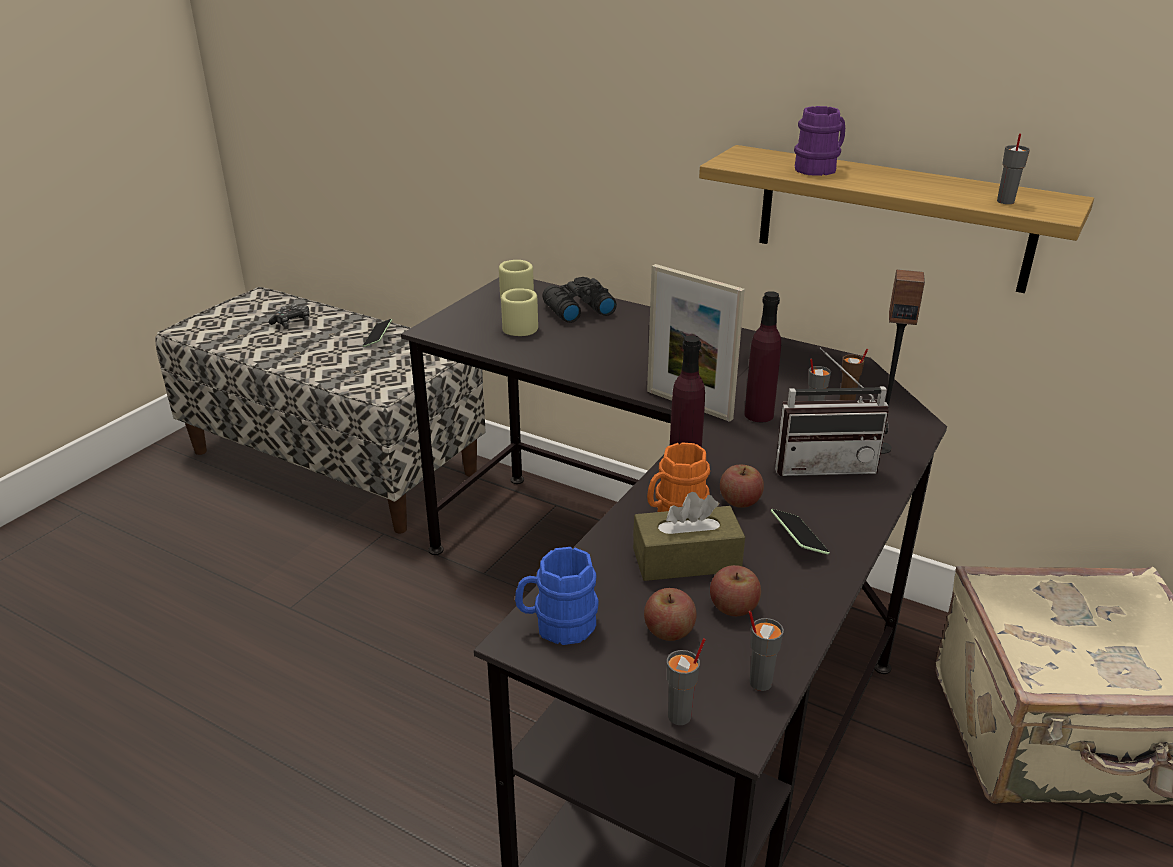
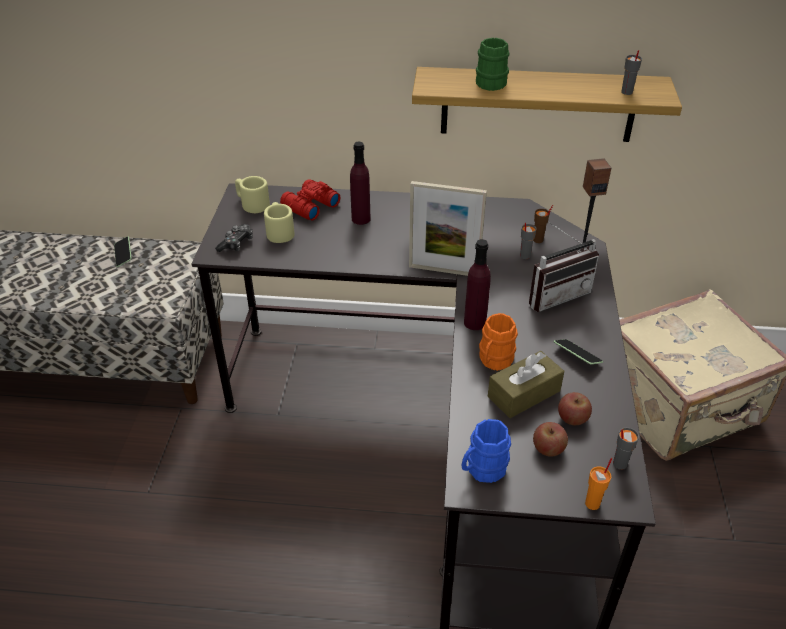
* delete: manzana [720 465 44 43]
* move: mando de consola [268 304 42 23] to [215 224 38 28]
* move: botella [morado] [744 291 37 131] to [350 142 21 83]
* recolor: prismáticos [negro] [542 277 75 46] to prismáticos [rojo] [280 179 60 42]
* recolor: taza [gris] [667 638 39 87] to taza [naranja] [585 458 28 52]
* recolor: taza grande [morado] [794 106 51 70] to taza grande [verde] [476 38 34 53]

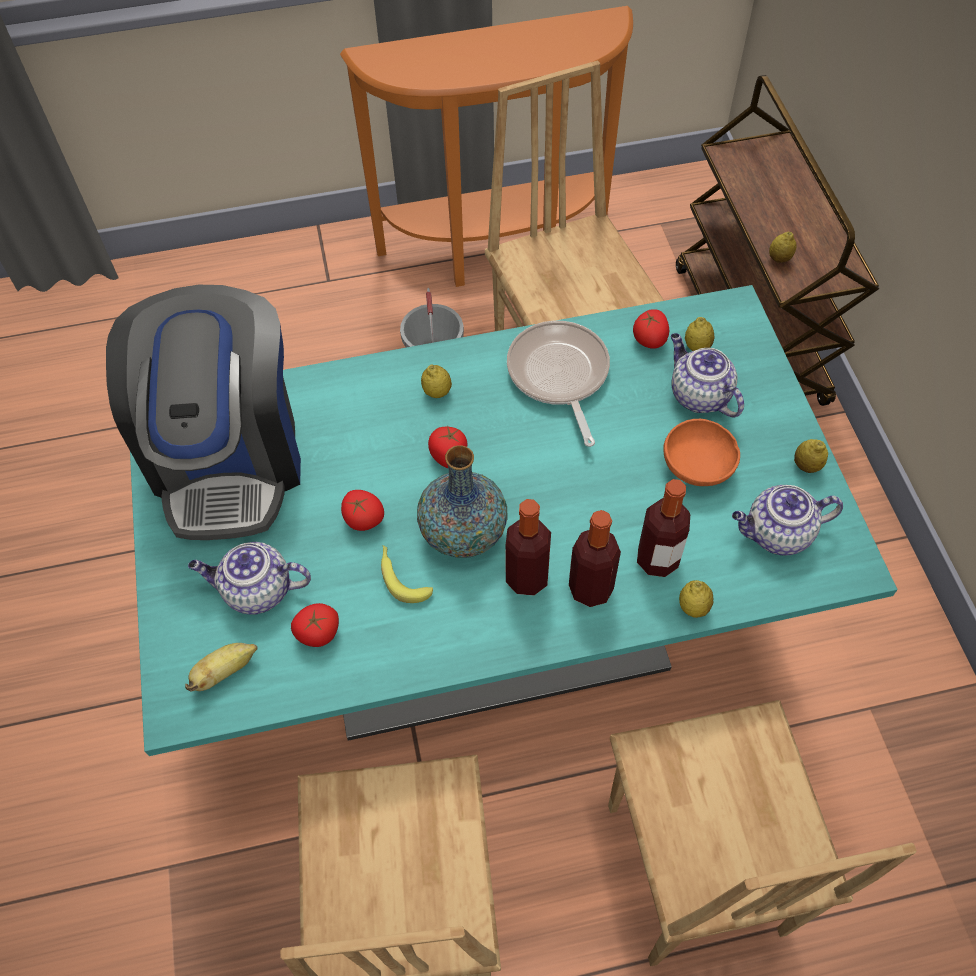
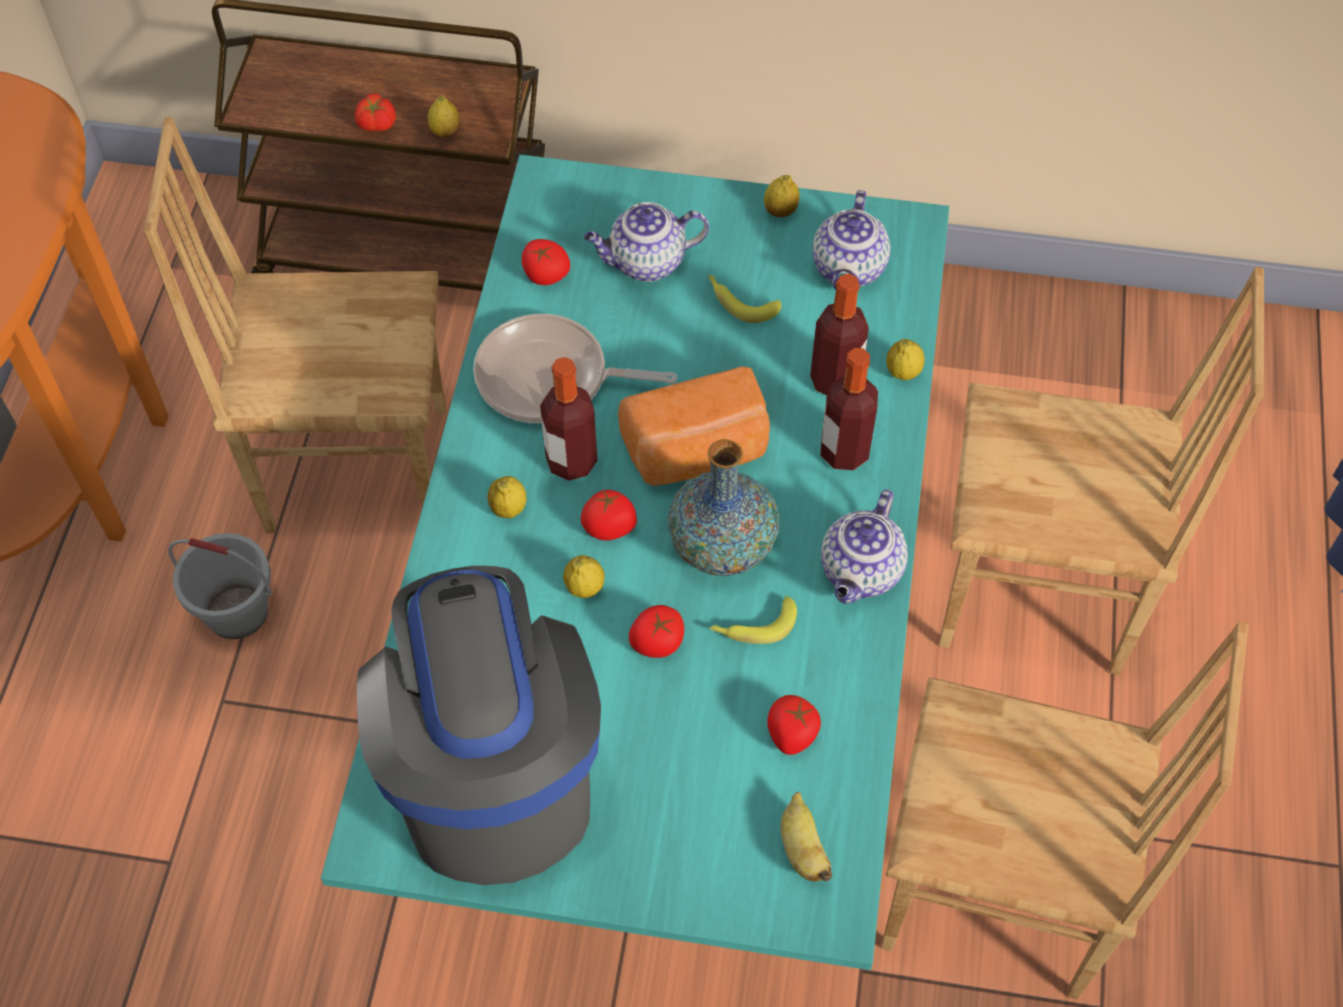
* insert: tomate [355 93 41 38]
* insert: pan [618 366 152 120]
* move: tetera [188 542 123 73] to [821 489 87 115]
* move: botella [505 499 46 97] to [540 357 57 124]
* move: limón [685 317 29 34] to [563 555 42 43]
* replace: cuenco [naranja] [663 419 77 67] to plátano [708 275 73 48]
* rotate: cafetera [106 285 195 255] = [357 566 244 319] 120 degrees counterclockwise

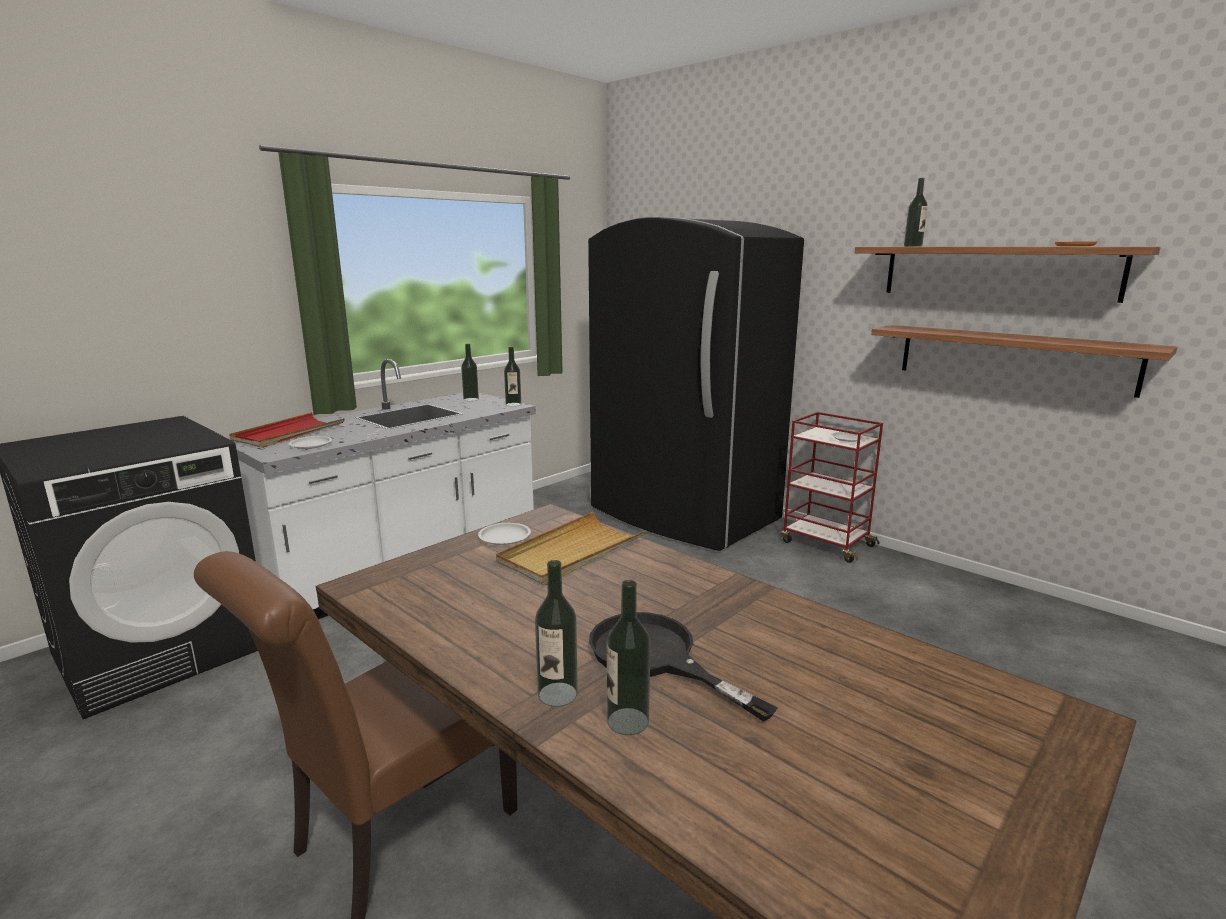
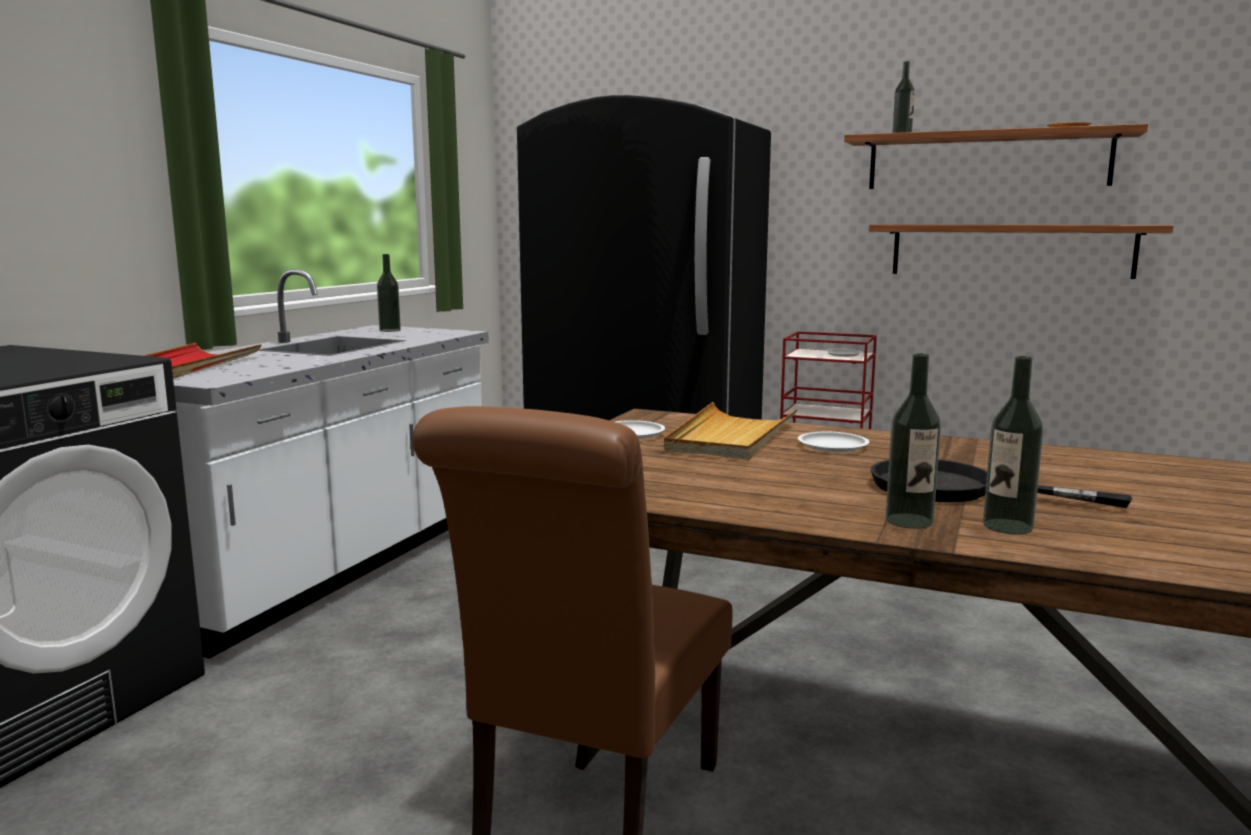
* delete: botella [504 347 17 59]
* move: plato [blanco] [289 436 43 13] to [798 431 71 21]

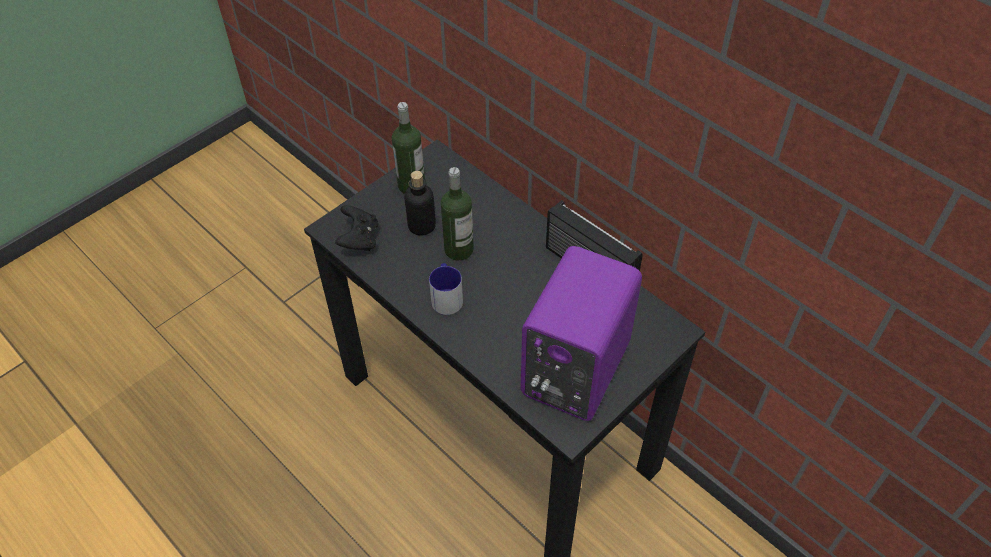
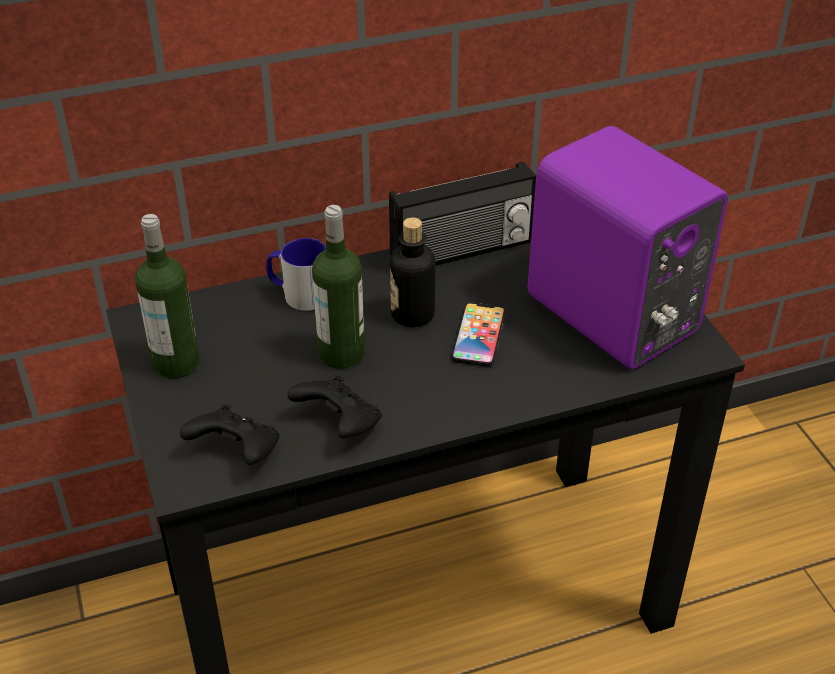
* insert: mando de consola [negro] [288 376 94 63]
* insert: móvil [451 302 55 65]
* move: botella [404 171 32 65] to [390 217 45 110]
* move: taza grande [429 263 34 52] to [266 238 60 73]

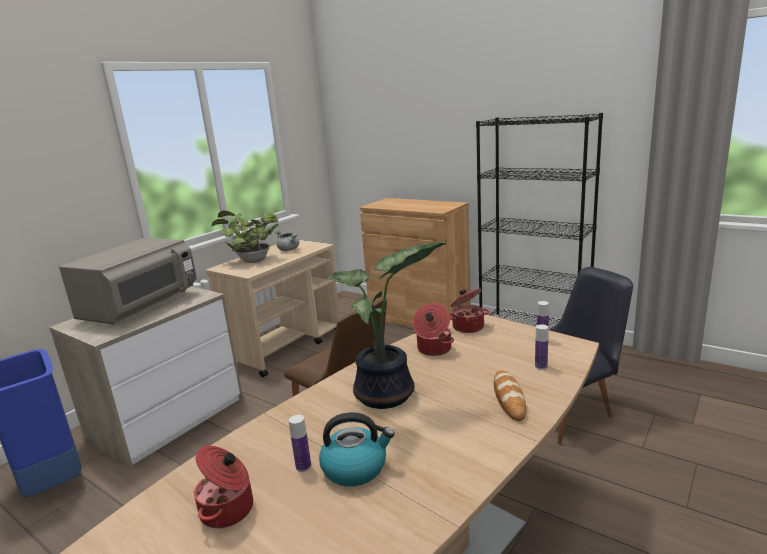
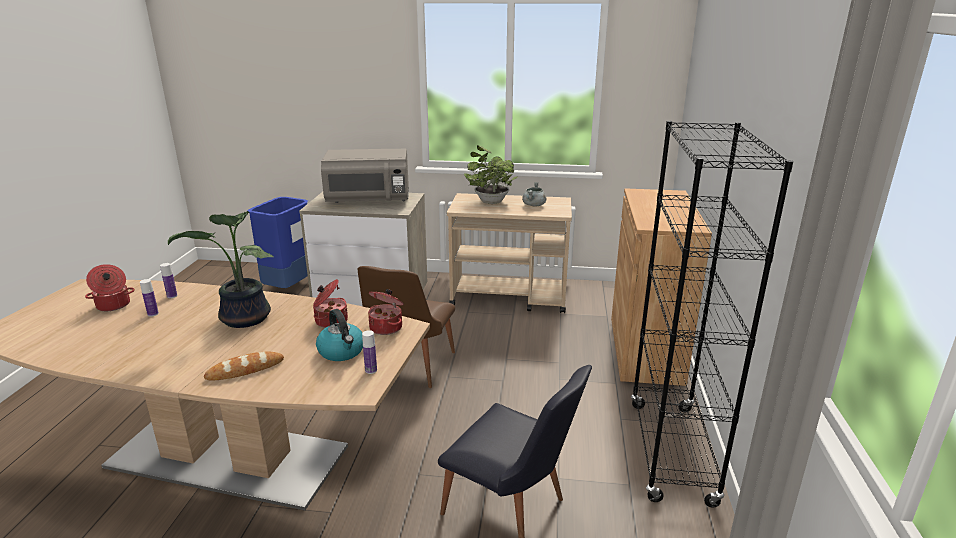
* move: hervidor [319 412 75 74] to [316 309 47 52]
* move: botella [535 324 13 45] to [160 263 17 35]

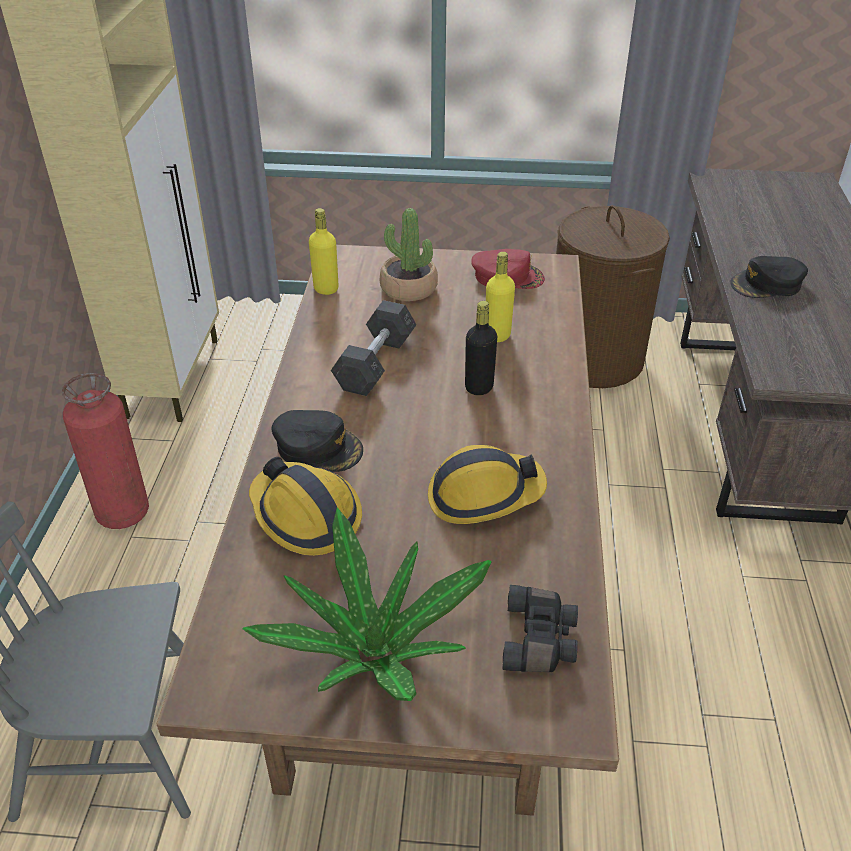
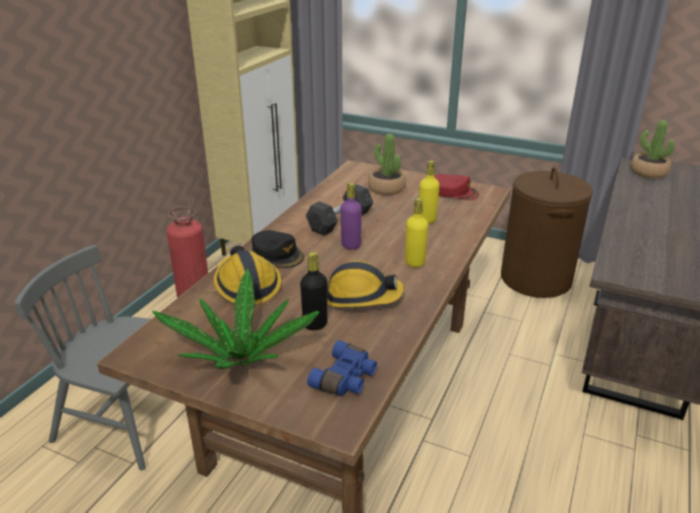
* delete: gorra [negro] [731 256 77 42]
* insert: botella [morado] [340 183 22 67]
* insert: planta en maceta [631 120 44 58]
* move: botella [amarillo] [309 208 29 87] to [405 198 23 70]
* move: botella [negro] [465 301 32 94] to [300 252 28 78]
* recolor: prismáticos [negro] [502 585 76 87] to prismáticos [azul] [307 340 70 56]

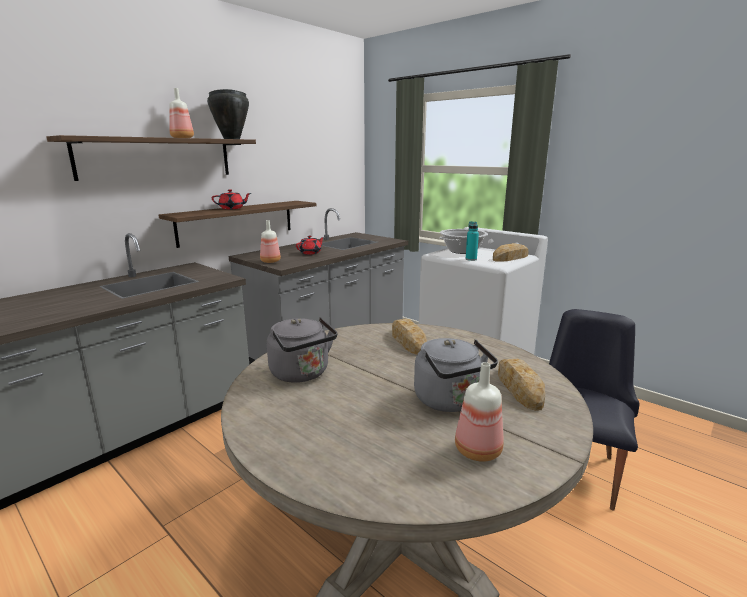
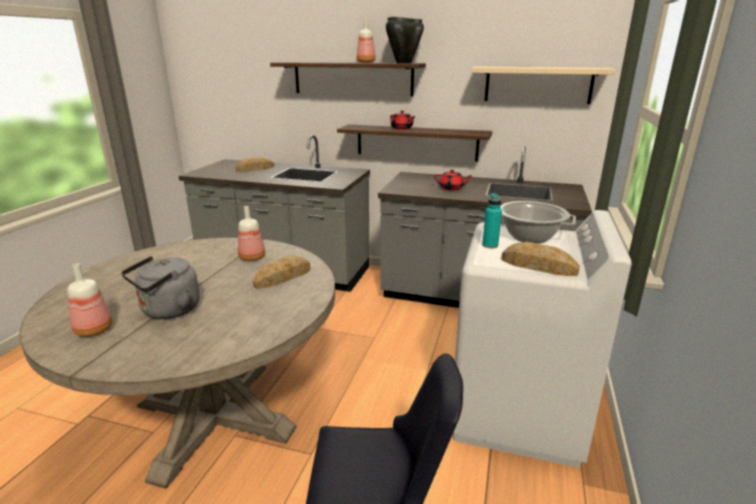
* delete: hervidor [gris] [267 317 70 66]
* insert: estante [beis] [471 66 145 38]
* move: botella [260 220 21 43] to [238 206 27 55]
* move: pan [498 359 47 52] to [236 157 38 15]

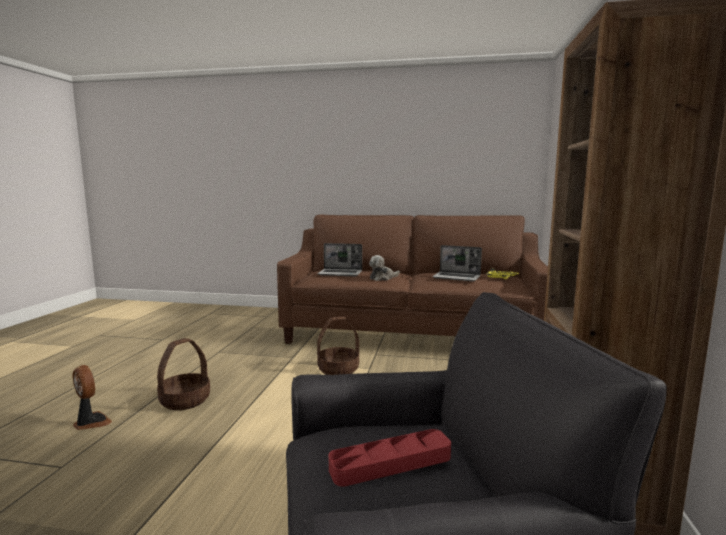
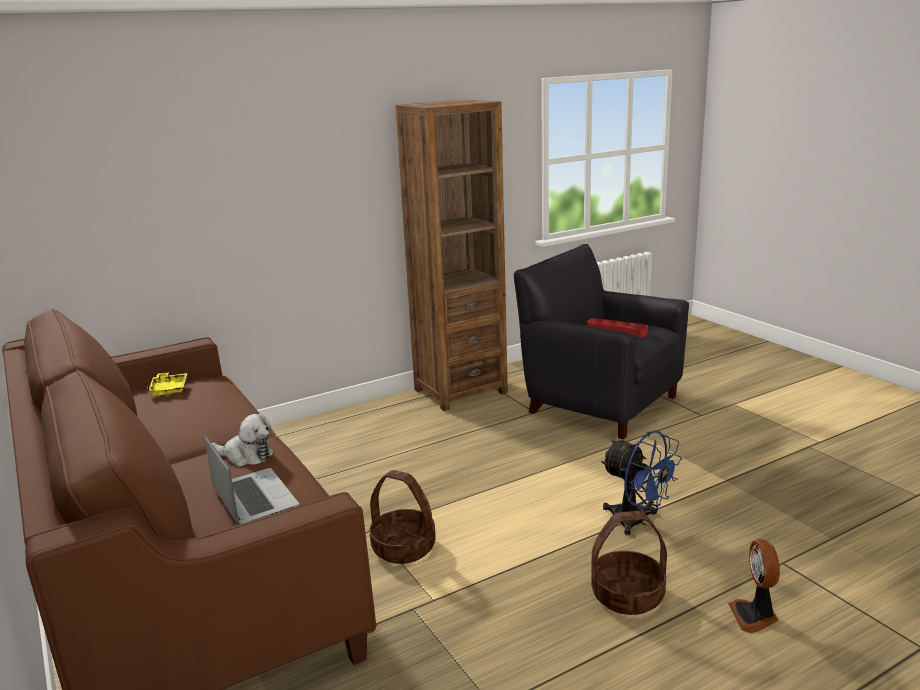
* delete: portátil [433 245 49 37]
* insert: ventilador [azul] [601 430 81 105]

